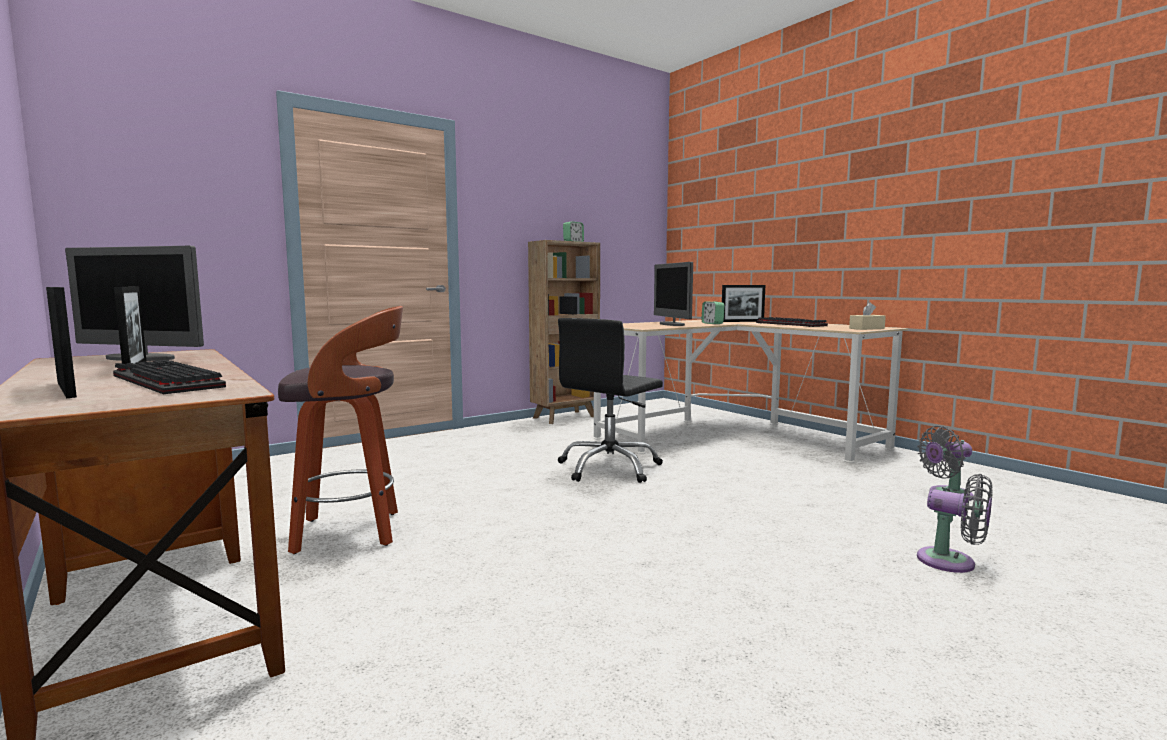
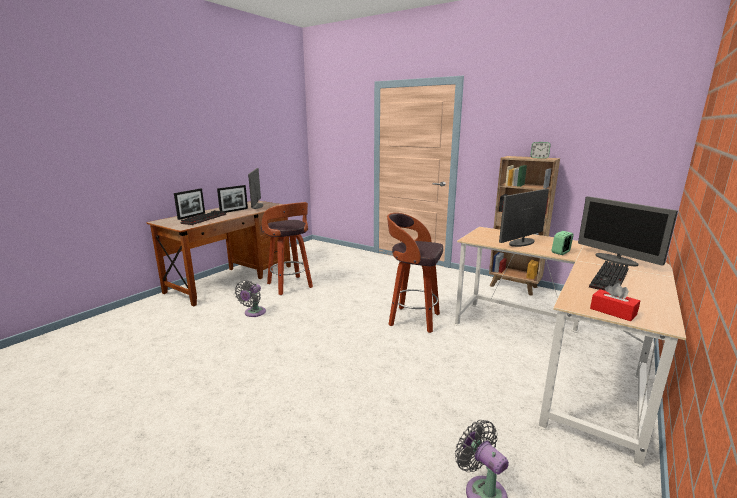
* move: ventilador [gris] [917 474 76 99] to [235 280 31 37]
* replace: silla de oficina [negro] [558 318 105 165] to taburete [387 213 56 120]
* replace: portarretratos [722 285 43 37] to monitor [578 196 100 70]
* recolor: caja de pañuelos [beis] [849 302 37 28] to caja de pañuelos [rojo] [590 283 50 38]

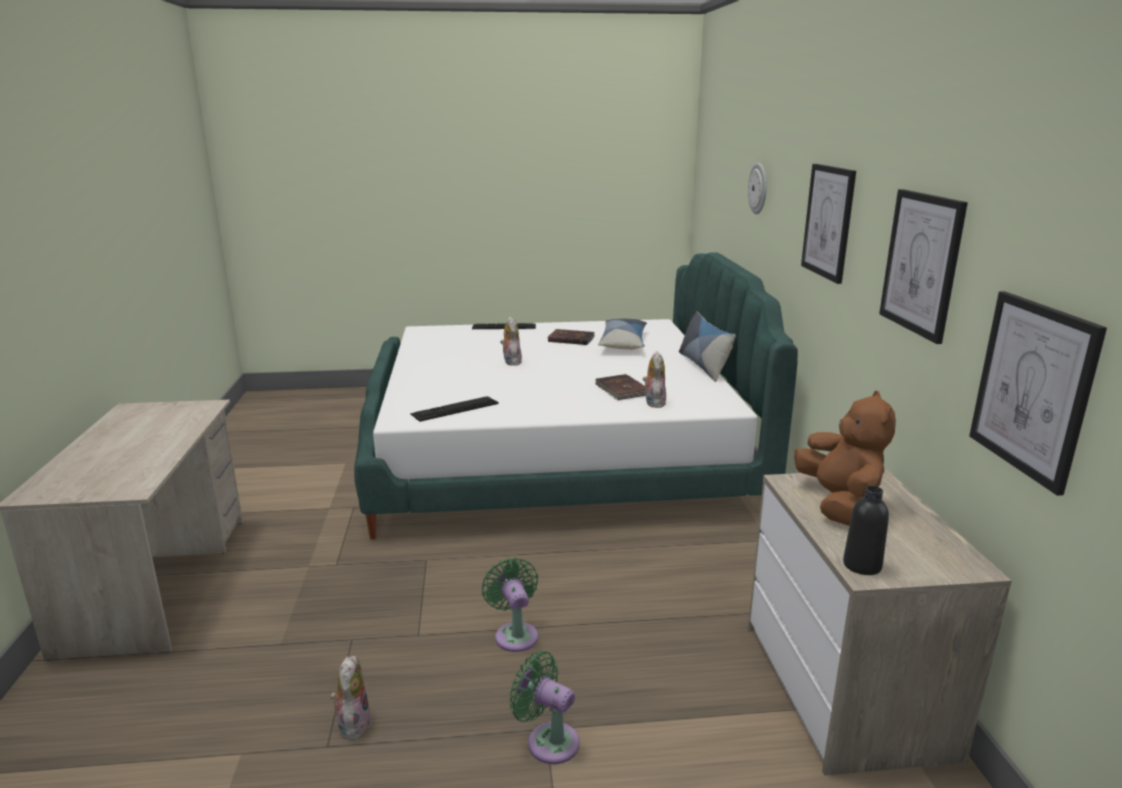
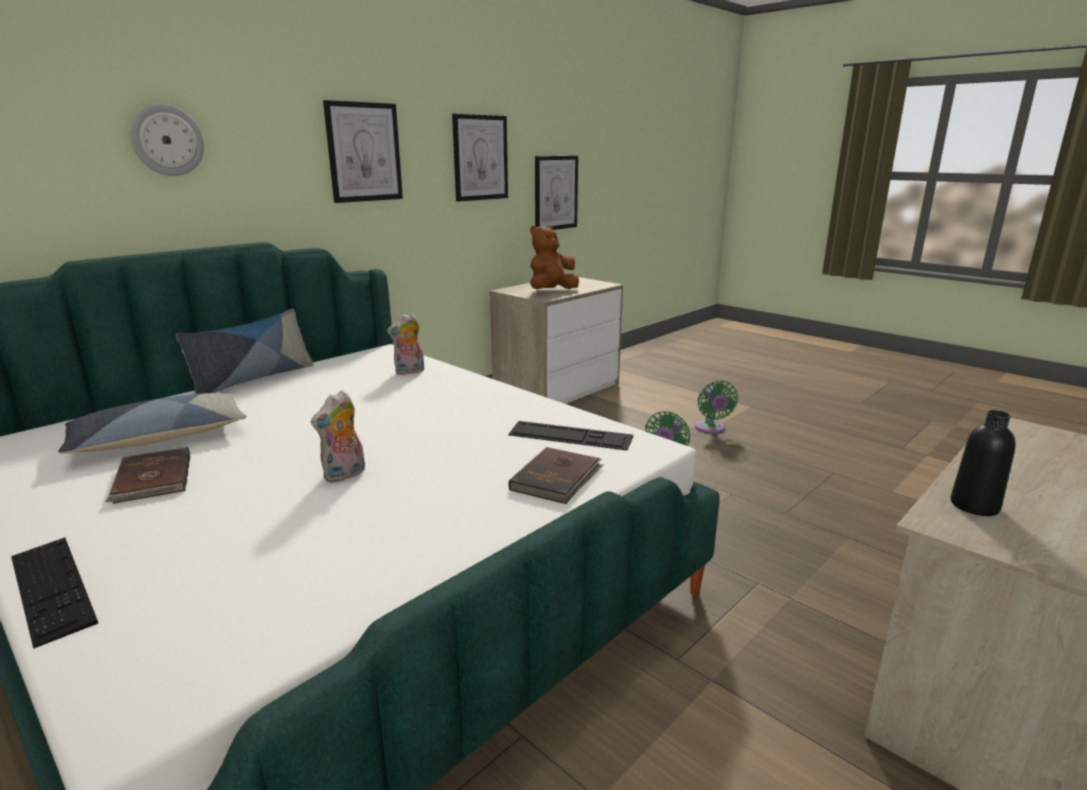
* delete: peluche [331 656 40 85]
* move: libro [marrón] [595 374 51 26] to [508 447 96 57]
* move: botella [negro] [843 486 46 89] to [951 410 65 106]

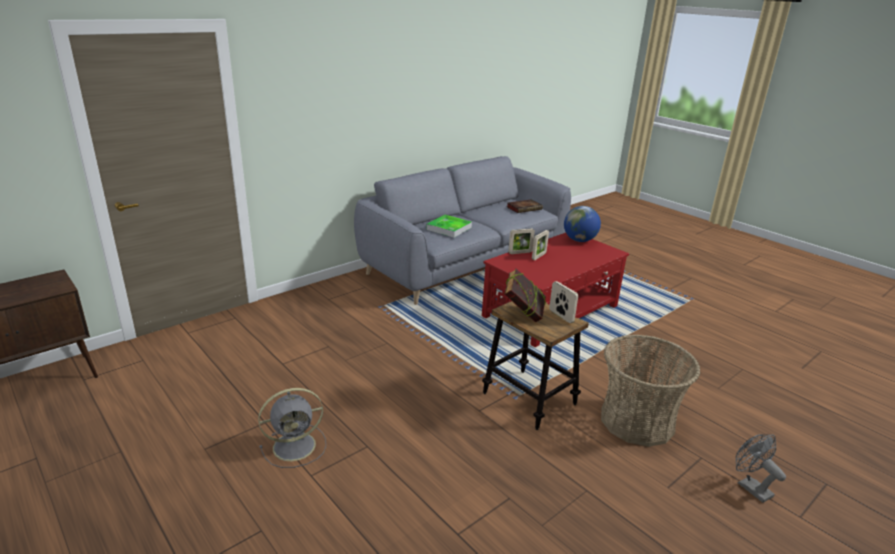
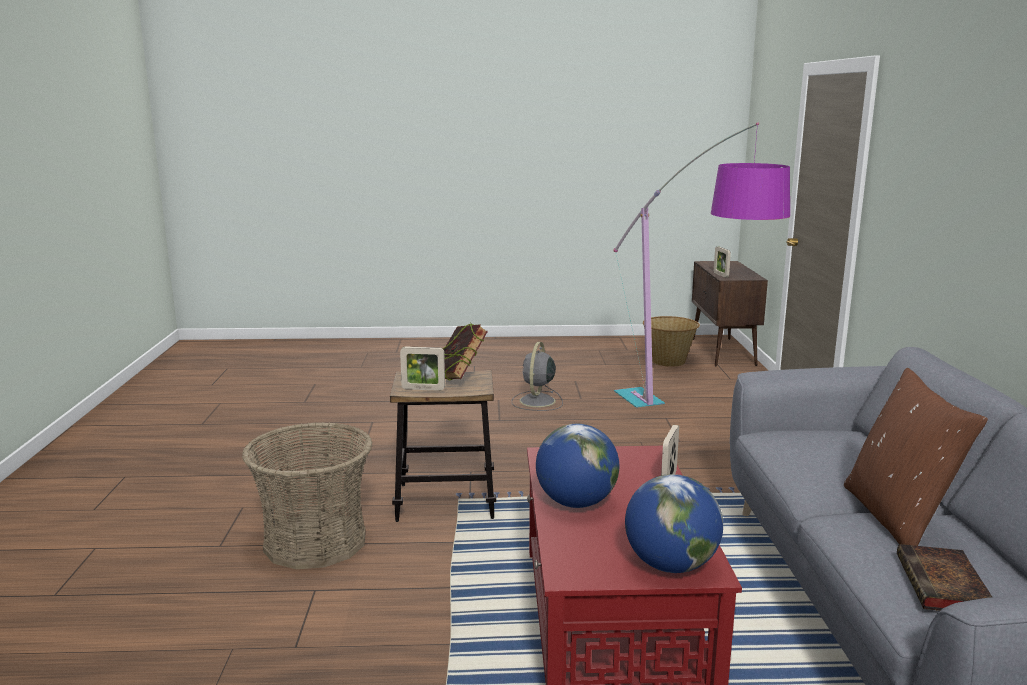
* delete: bandeja [426 215 46 22]
* delete: ventilador [gris] [735 434 51 69]
* insert: globo terráqueo [536 424 83 84]
* insert: lámpara de pie [613 122 177 286]
* insert: cesta [643 316 57 51]
* insert: cojín [marrón] [844 368 144 178]
* move: portarretratos [532 230 17 30] to [714 247 17 31]

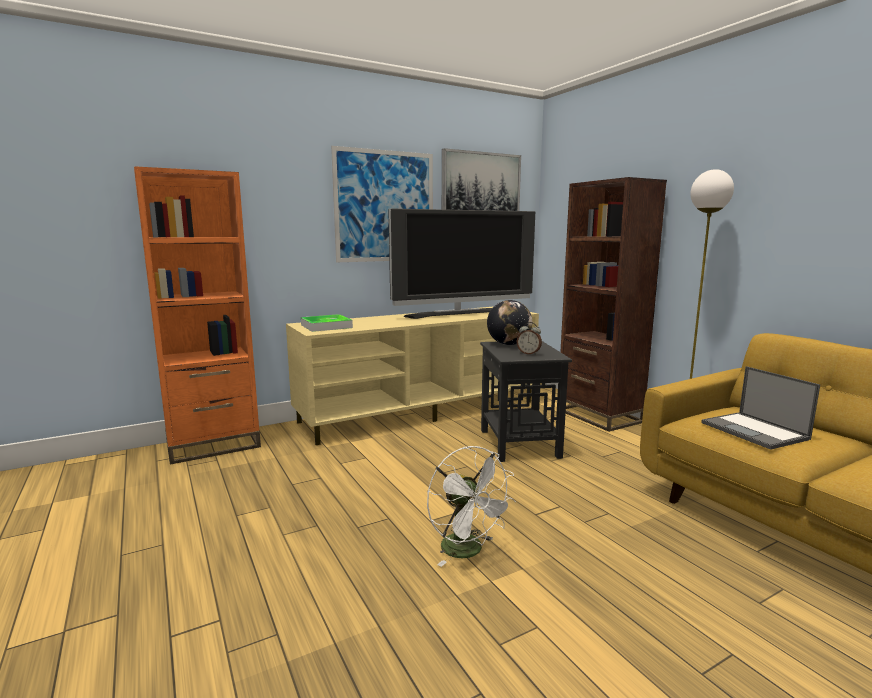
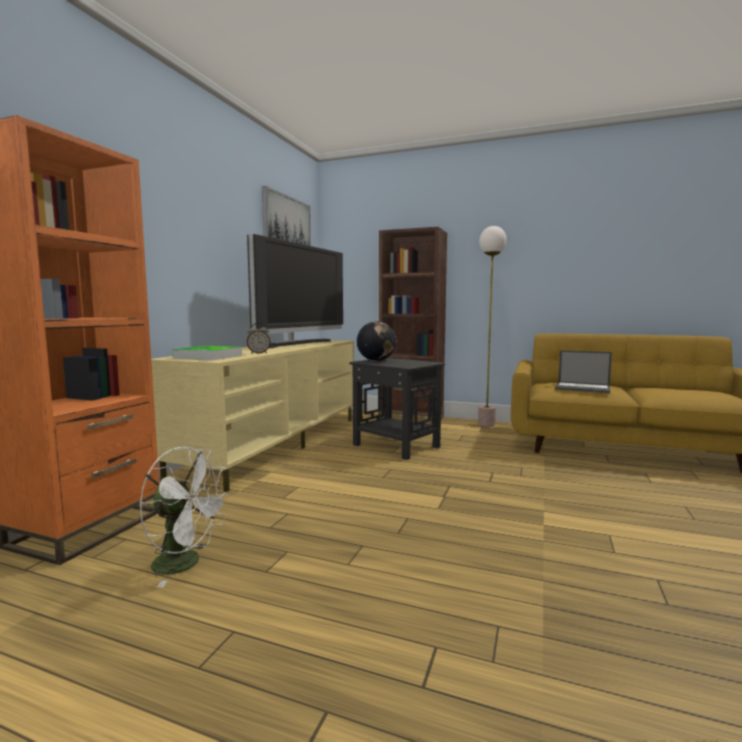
* delete: cuadro [331 146 102 116]
* move: ventilador [blanco] [427 446 89 121] to [140 447 91 140]
* move: despertador [517 322 25 33] to [247 323 24 31]

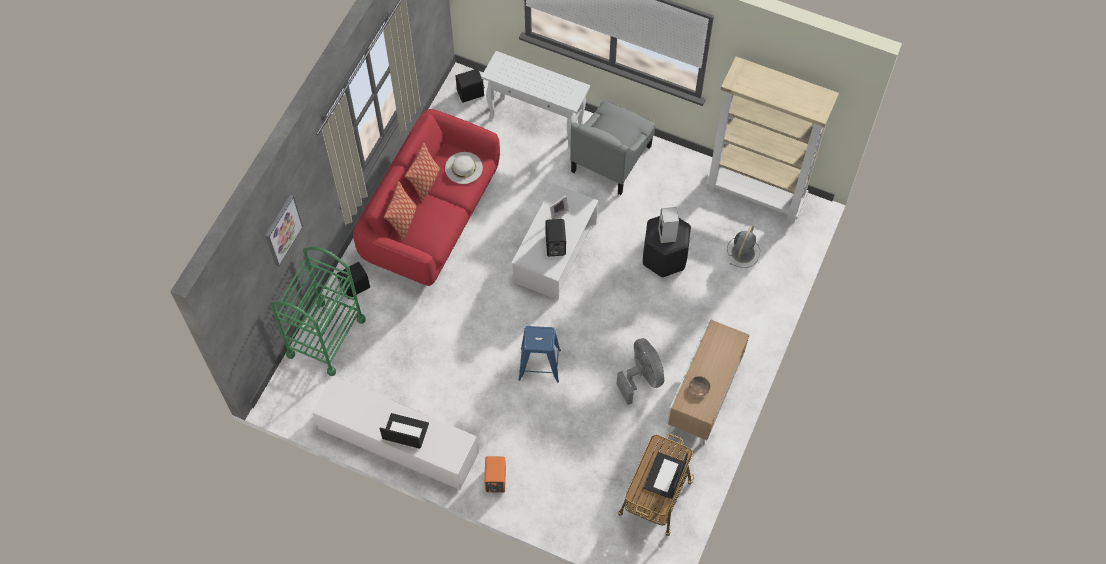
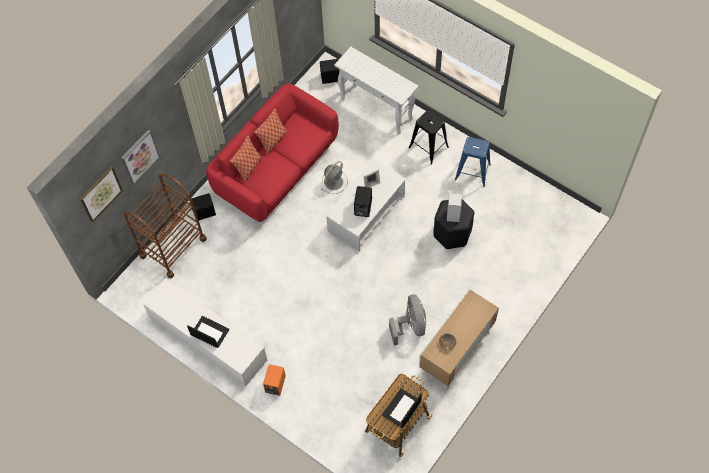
* delete: sombrero [blanco] [445 152 38 32]
* delete: estantería [beis] [706 56 133 167]
* insert: cuadro [80 166 43 56]
* move: taburete [azul] [518 326 43 57] to [455 137 36 50]
* move: ventilador [gris] [727 226 33 42] to [321 161 27 33]
* replace: sillón [gris] [570 100 85 95] to taburete [negro] [409 110 40 55]
* recolor: carrito [verde] [270 247 96 129] to carrito [marrón] [123 174 84 104]

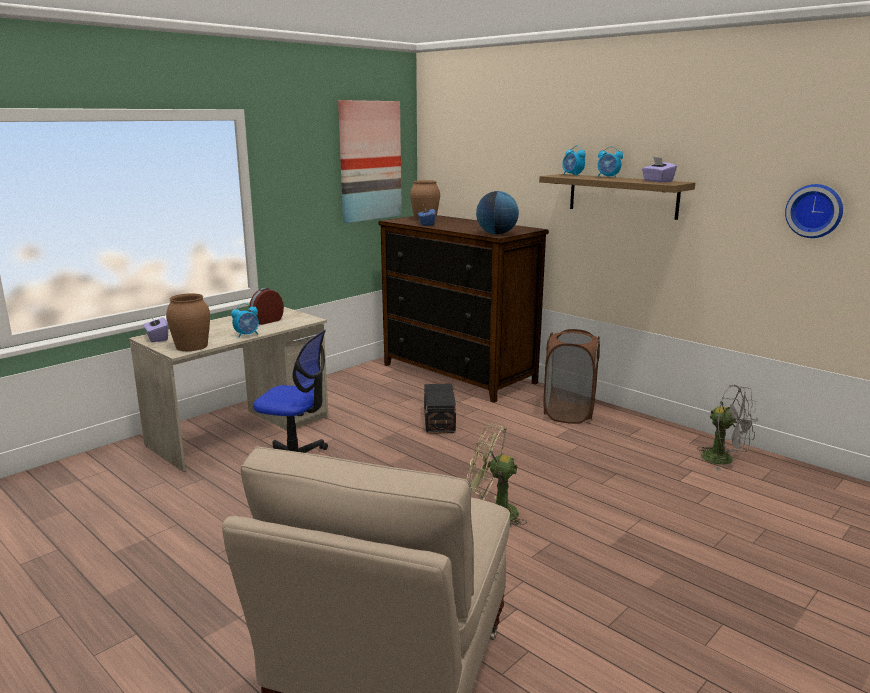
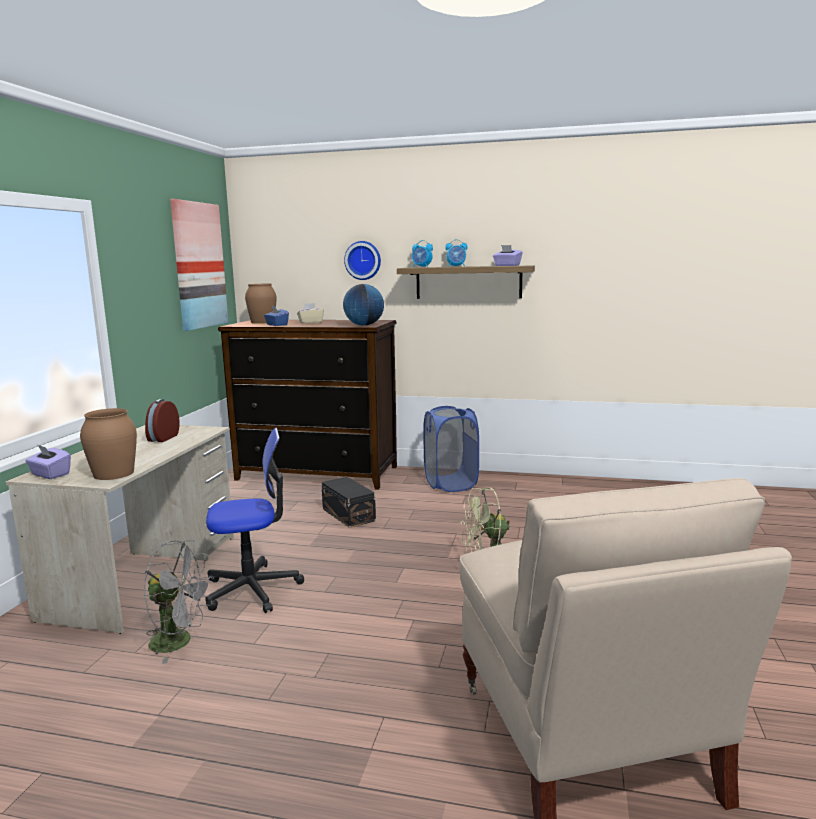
* delete: despertador [231 303 28 35]
* insert: caja de pañuelos [beis] [297 303 27 21]
* move: ventilador [gris] [698 385 59 86] to [144 540 70 124]
* move: reloj de pared [785 184 58 54] to [344 241 37 39]
* recolor: cesto de la ropa [marrón] [544 329 56 95] to cesto de la ropa [azul] [423 406 56 86]

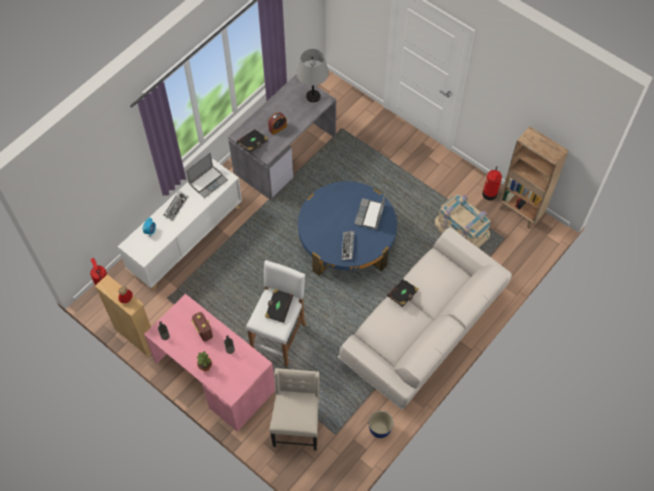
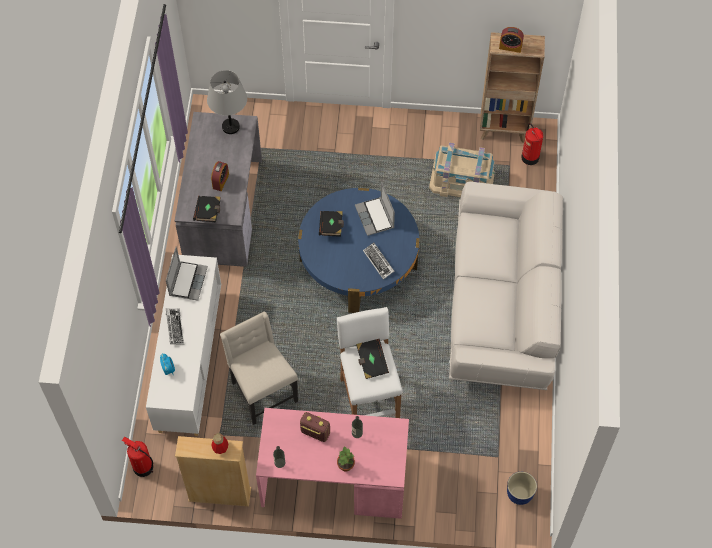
* insert: despertador [499 27 25 26]
* move: silla [beis] [269 368 51 83] to [220 311 78 114]
* move: maceta [369 411 24 27] to [507 472 30 33]
* move: libro [negro] [387 279 31 28] to [319 211 25 26]
* move: extintor [482 166 20 35] to [521 123 22 42]

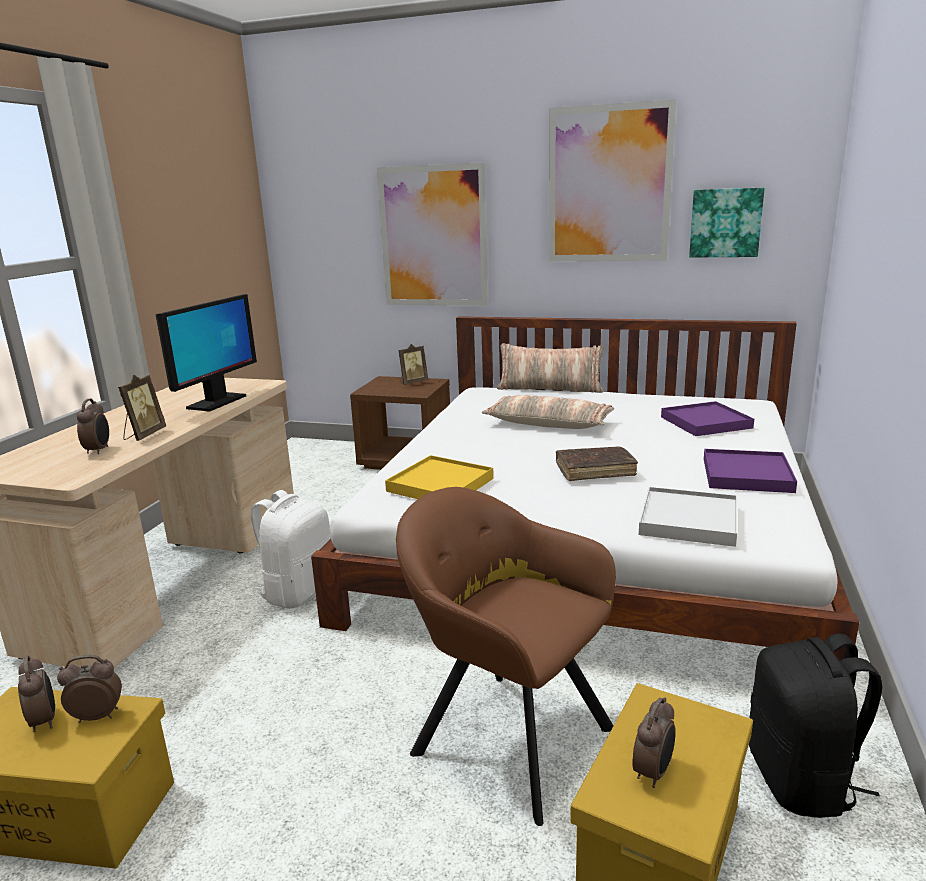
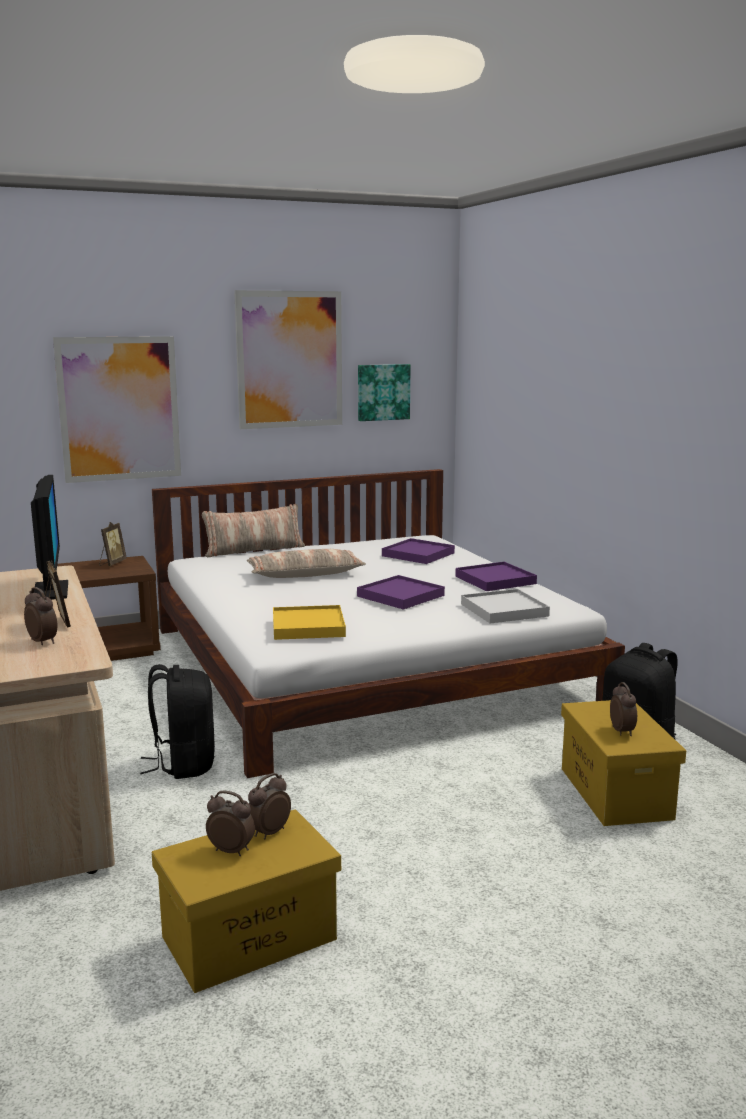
* delete: sillón [marrón] [396 487 220 339]
* replace: libro [marrón] [556 446 82 35] to bandeja [morado] [357 575 88 35]
* recolor: mochila [blanco] [251 490 80 118] to mochila [negro] [140 664 75 115]

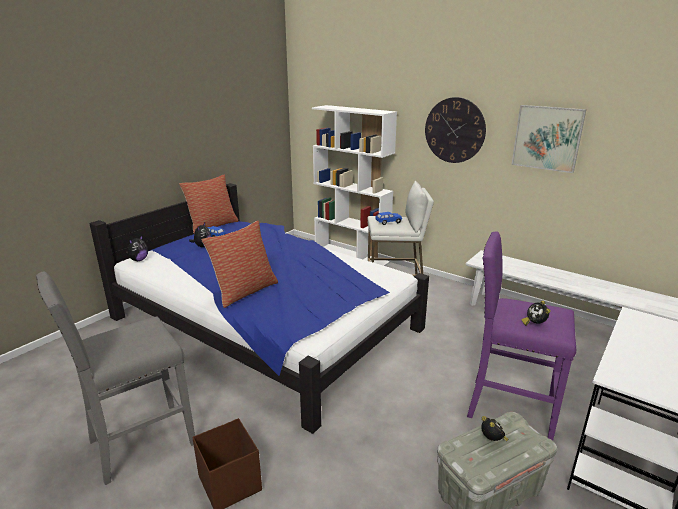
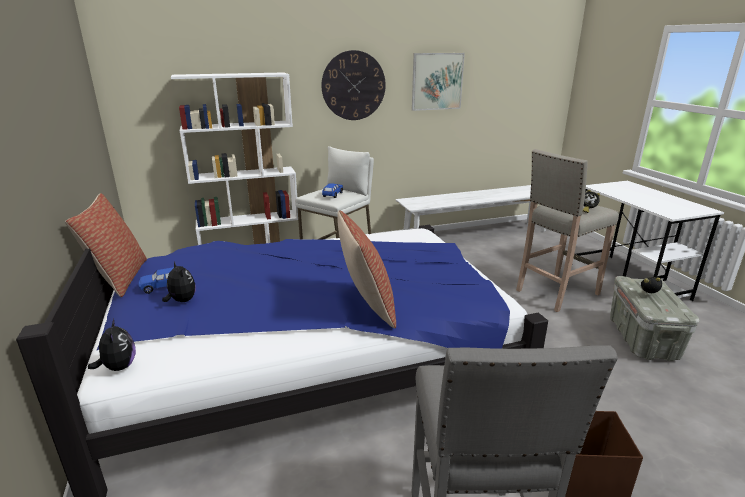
* recolor: taburete [morado] [467 231 109 210] to taburete [beis] [516 149 103 163]

